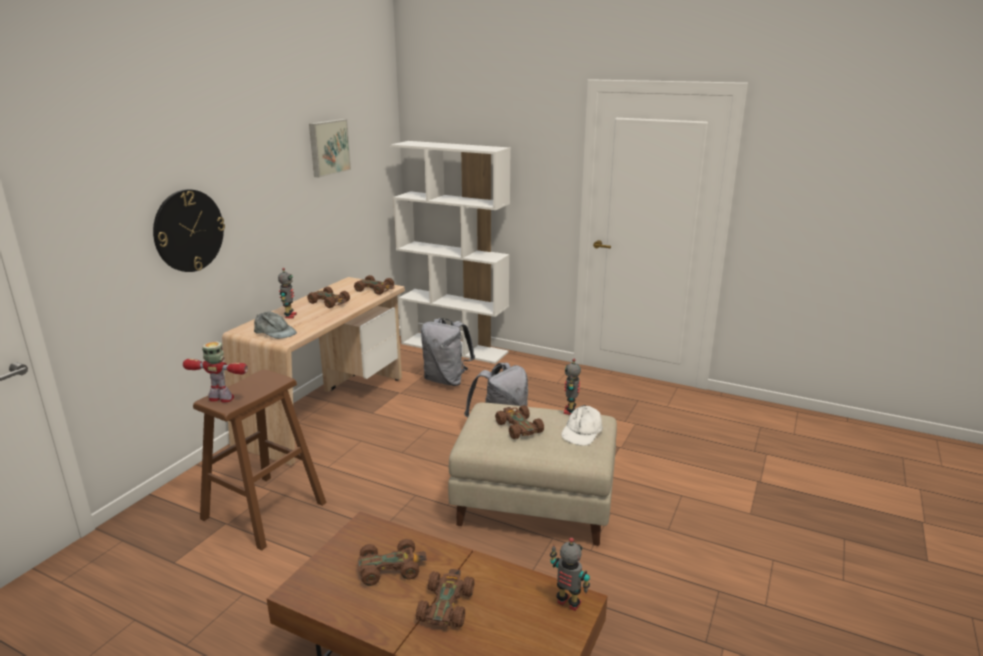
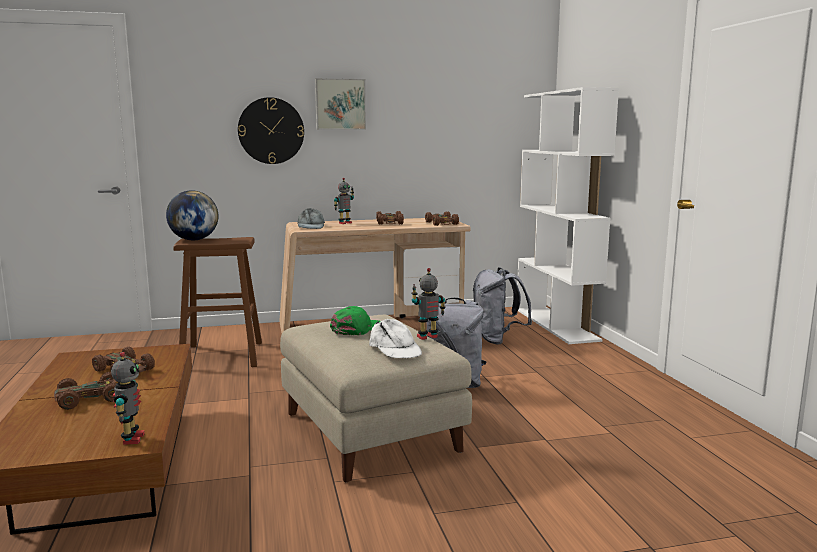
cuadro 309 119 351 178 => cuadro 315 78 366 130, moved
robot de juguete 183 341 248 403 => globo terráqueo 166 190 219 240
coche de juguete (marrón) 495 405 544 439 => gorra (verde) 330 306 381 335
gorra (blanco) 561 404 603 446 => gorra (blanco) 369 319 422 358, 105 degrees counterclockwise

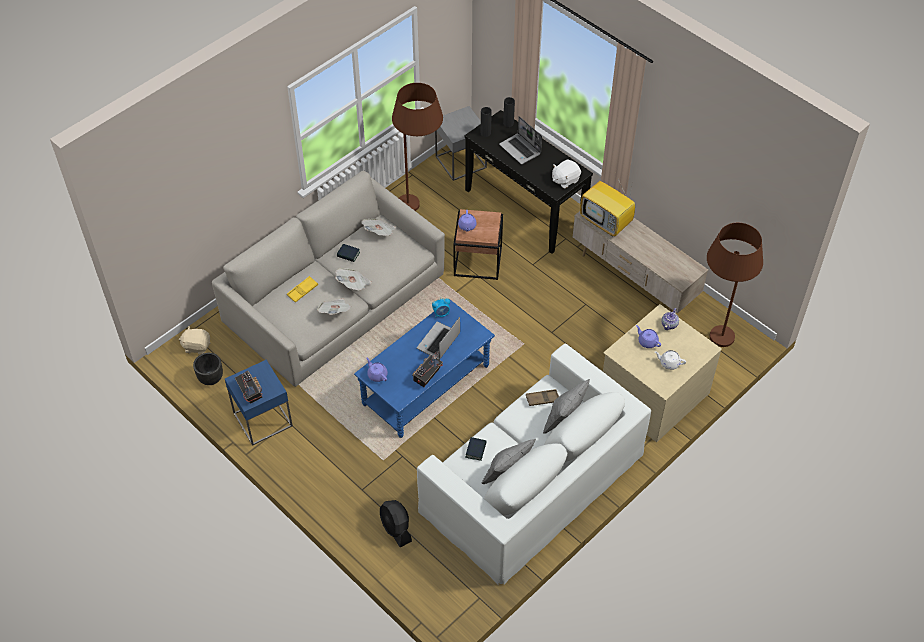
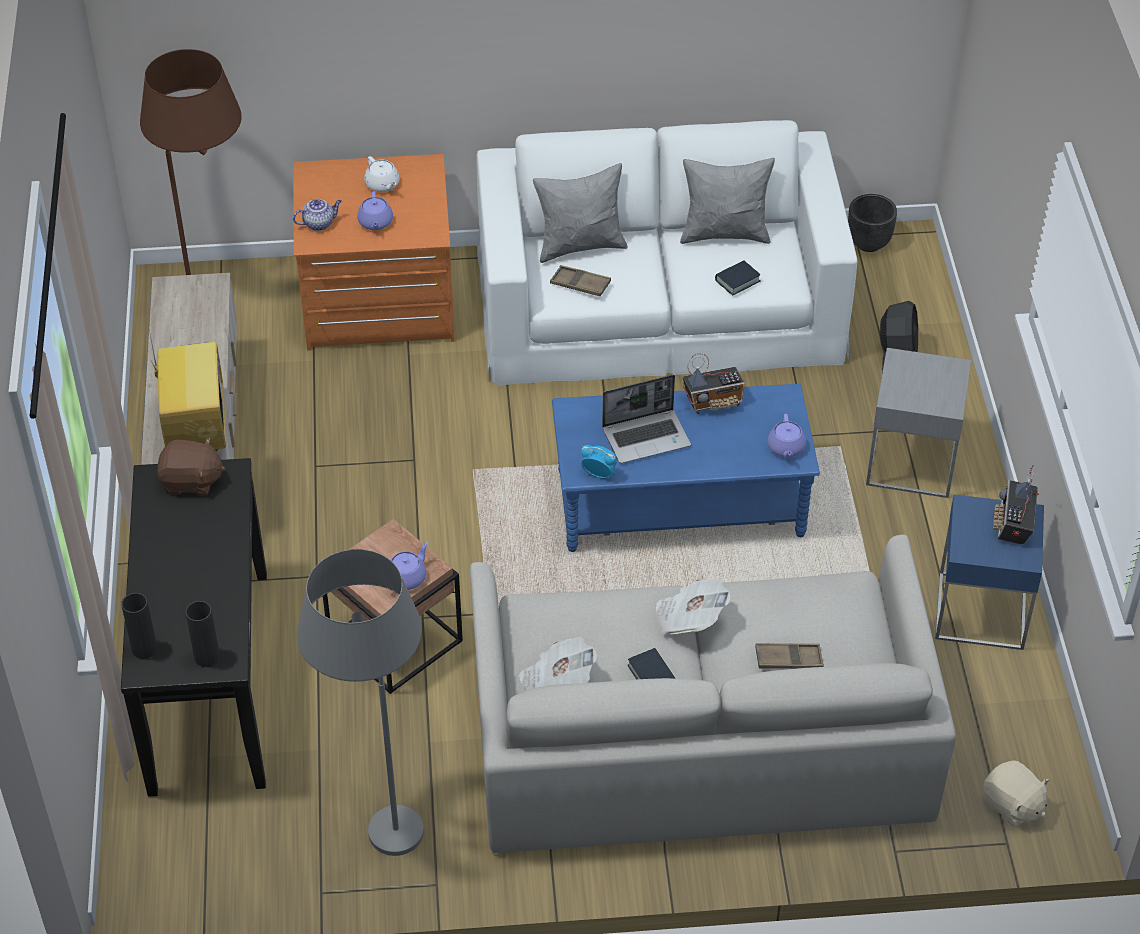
periódico 317 298 352 315 => nothing
portátil 499 116 542 164 => nothing
maceta (negro) 193 353 223 385 => maceta (negro) 848 194 897 252, moved
mesa auxiliar (gris) 435 106 487 181 => mesa auxiliar (gris) 866 348 971 498, moved
bandeja (amarillo) 287 276 318 303 => bandeja (marrón) 755 643 824 669
lámpara de pie (marrón) 392 83 443 211 => lámpara de pie (gris) 297 549 424 856
peluche (blanco) 552 159 581 189 => peluche (marrón) 157 437 226 496
cómoda (beis) 603 304 722 442 => cómoda (naranja) 293 154 455 350

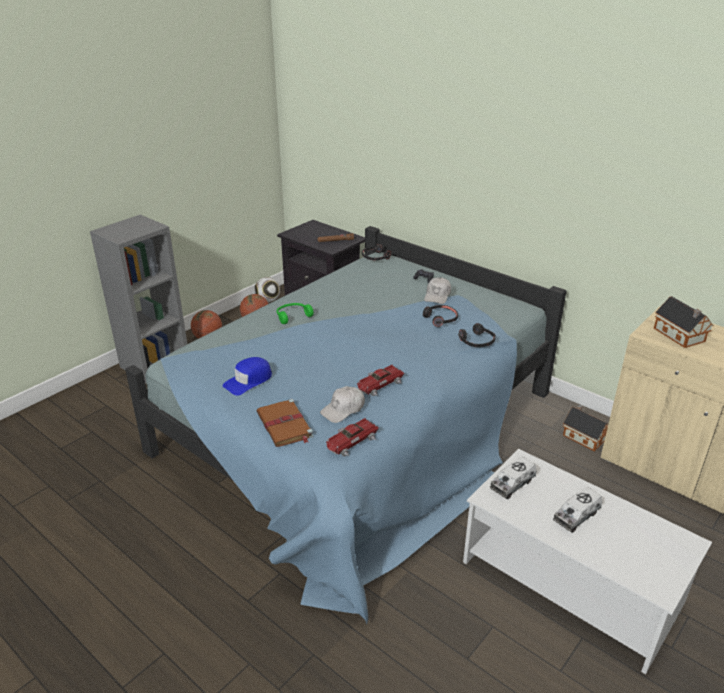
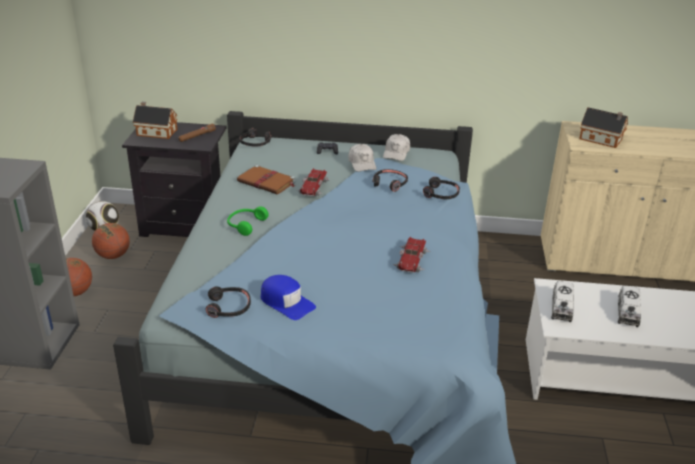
nothing => auriculares (negro) 206 286 251 318
libro (marrón) 257 399 314 447 => libro (marrón) 237 165 295 194, moved
gorra (blanco) 320 386 365 423 => gorra (blanco) 383 134 410 161, moved
coche de juguete 326 418 379 456 => coche de juguete 297 168 330 196, moved
casita 563 405 608 451 => casita 133 102 178 139, moved
gorra (azul) 222 357 272 396 => gorra (azul) 261 275 316 320, 60 degrees counterclockwise

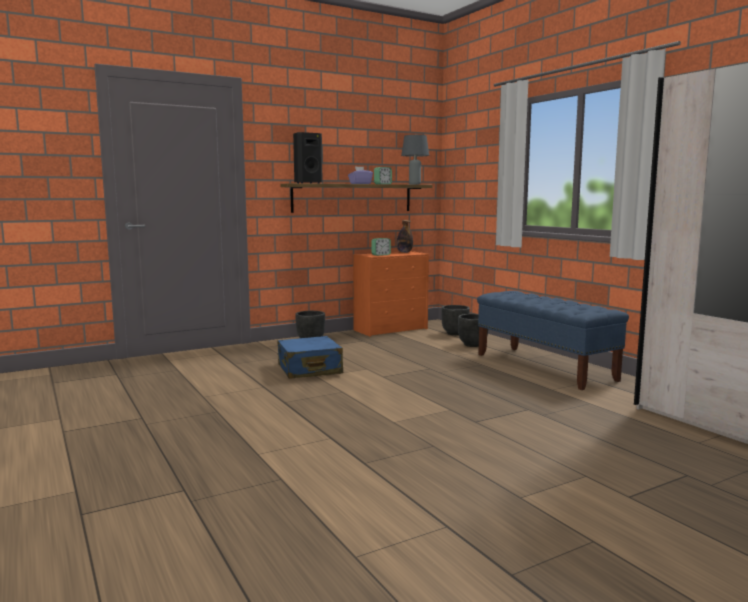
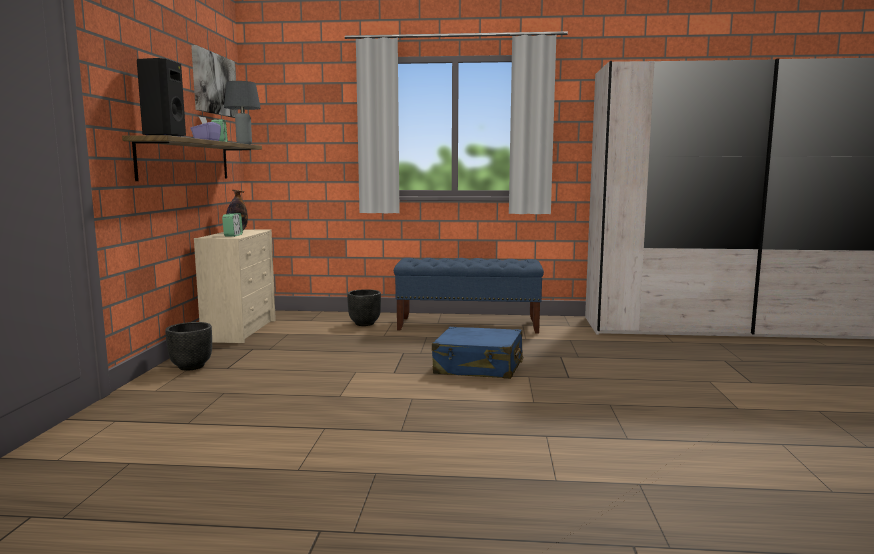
maceta (negro) 441 305 470 335 => nothing
nothing => cuadro 191 45 238 118
maleta (azul) 278 336 343 379 => maleta (azul) 432 327 523 379, moved
cómoda (naranja) 353 251 429 337 => cómoda (beis) 194 229 276 343

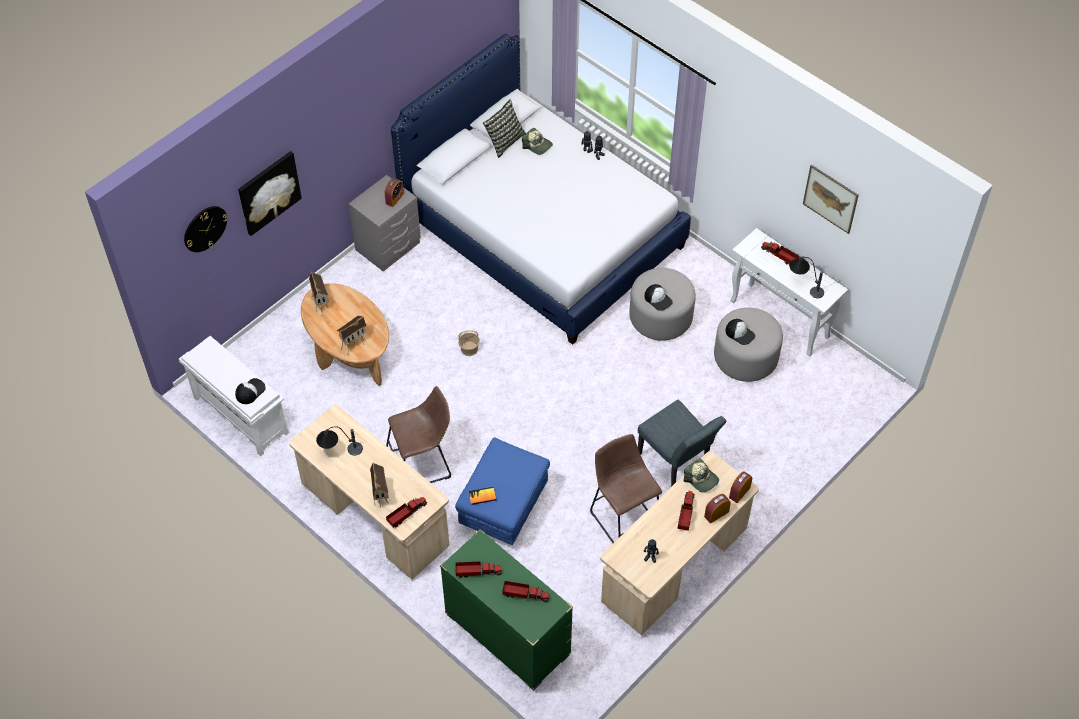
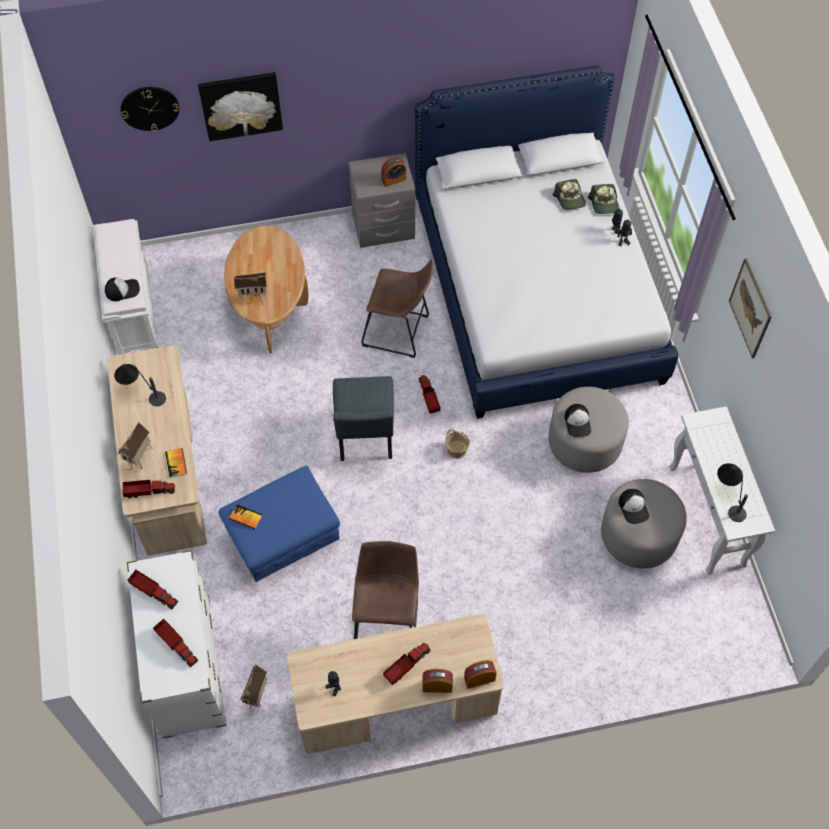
cojín 483 99 526 158 => nothing
nothing => libro 165 448 187 478
casita 309 271 329 312 => casita 240 664 267 709, moved
taburete (marrón) 386 386 451 483 => taburete (marrón) 361 259 433 358, moved
cesta 458 330 480 356 => cesta 445 429 470 459, moved
silla (gris) 638 400 726 487 => silla (gris) 333 376 394 461, moved
gorra 683 458 719 493 => gorra 588 184 619 214, moved
camión de juguete 762 241 800 265 => camión de juguete 419 375 441 414, moved
cuadro 803 165 859 234 => cuadro 729 258 772 358, moved
cómoda (verde) 440 529 573 691 => cómoda (blanco) 127 550 227 738

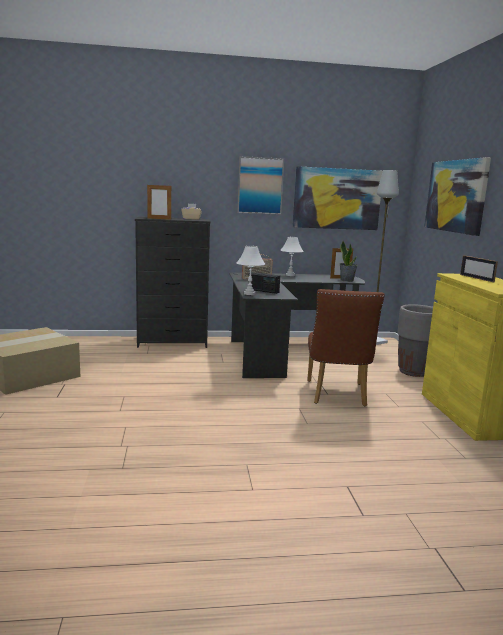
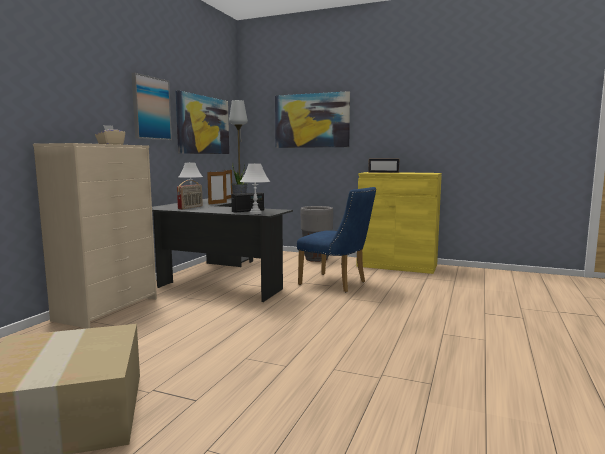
portarretratos 147 185 171 220 => portarretratos 207 172 227 205, moved
cómoda (negro) 135 217 211 348 => cómoda (beis) 33 143 157 328
silla (marrón) 307 289 385 406 => silla (azul) 297 187 376 293

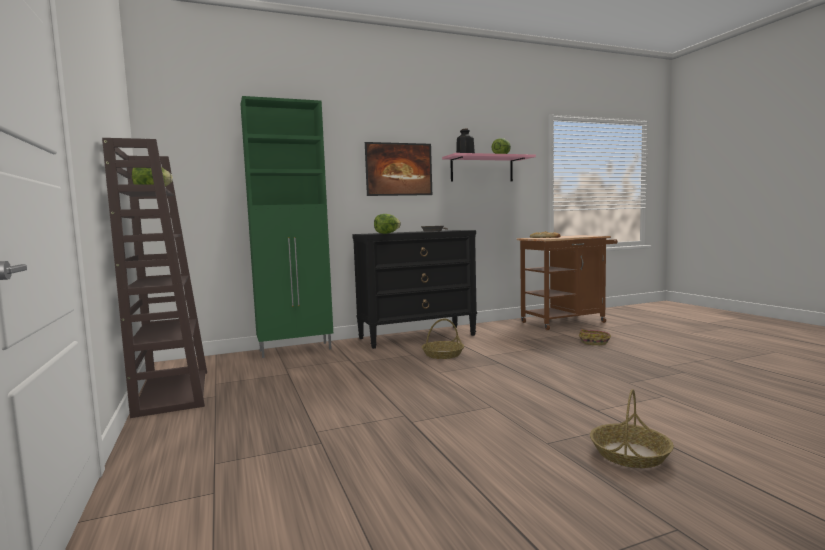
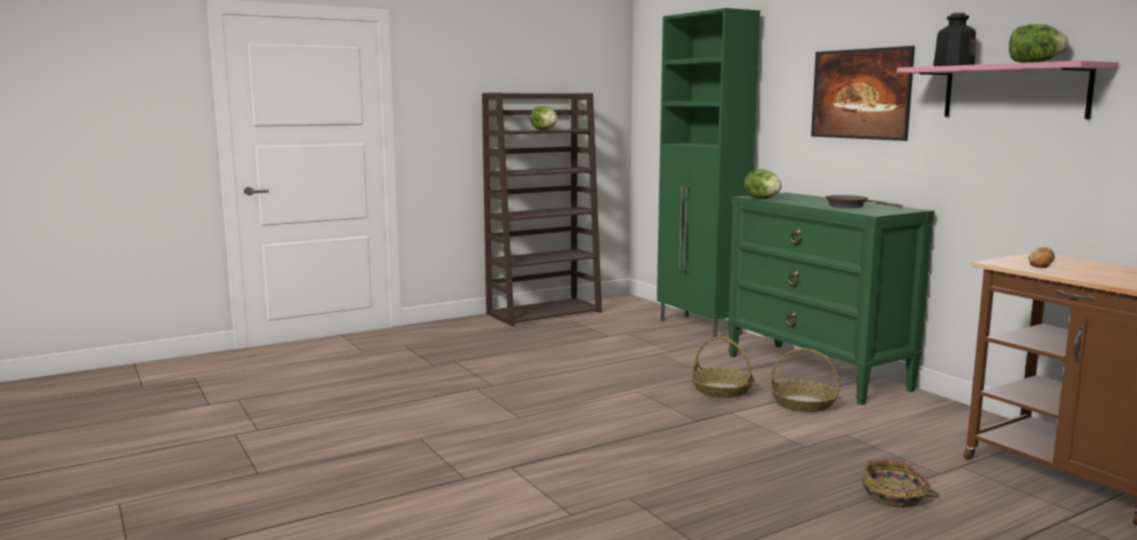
cesta 590 389 674 468 => cesta 770 348 840 412, moved
cómoda (negro) 352 230 477 349 => cómoda (verde) 727 192 935 405

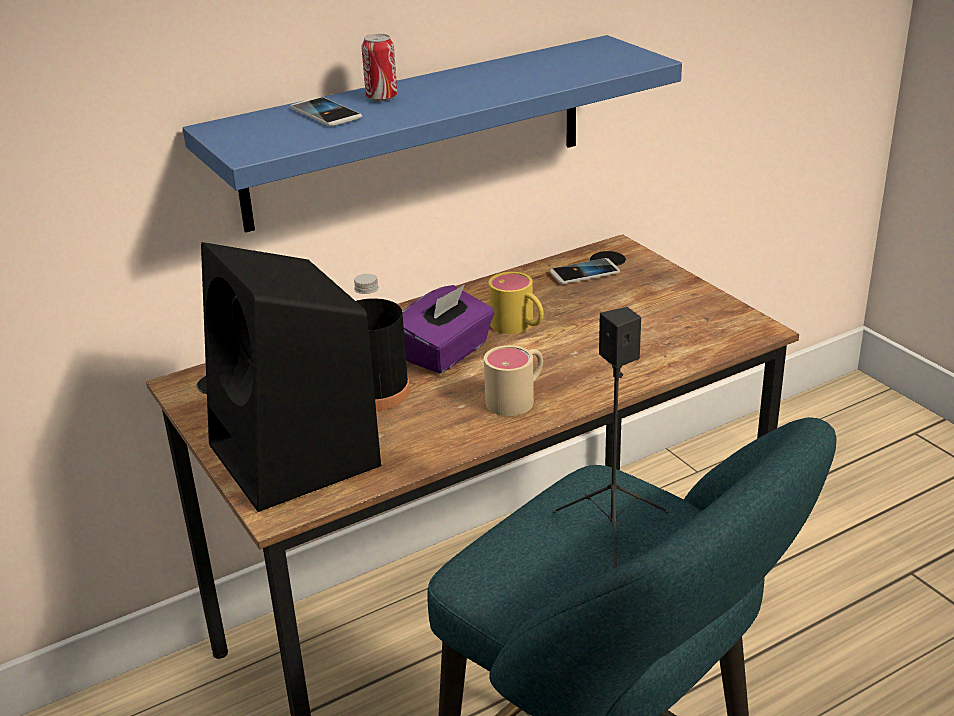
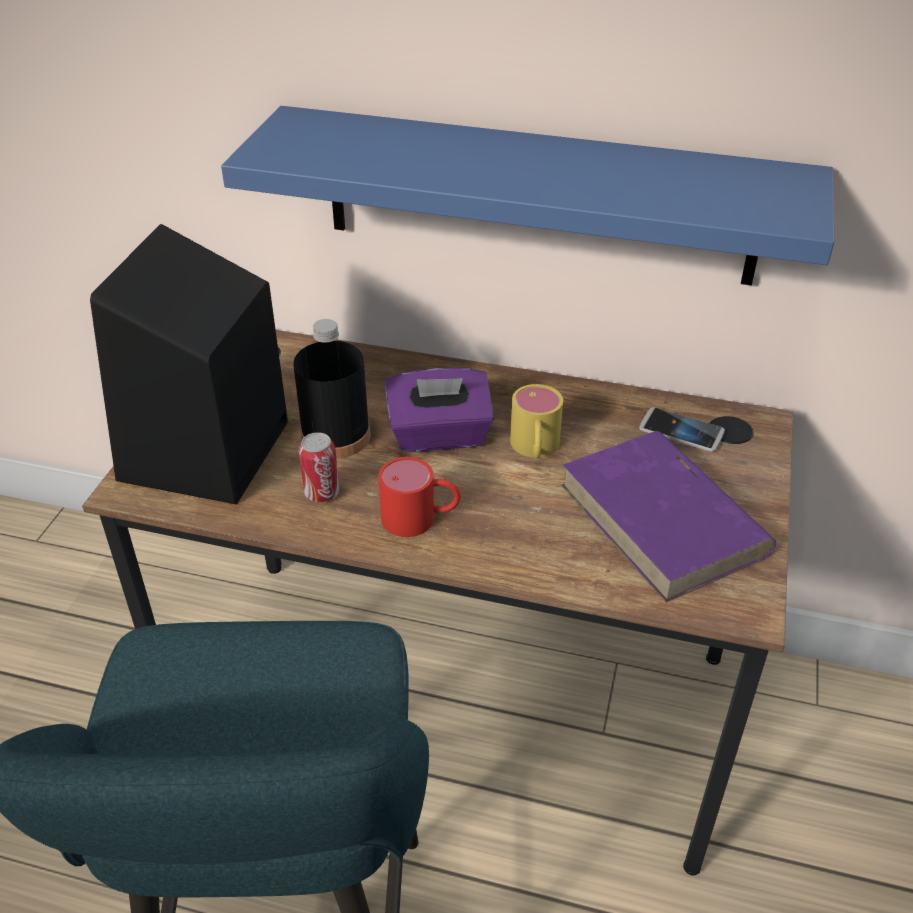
móvil 291 97 362 126 => nothing
altavoz (negro) 552 307 669 568 => nothing
nothing => libro (morado) 561 431 776 603
lata 361 34 397 101 => lata 299 432 339 502, moved
taza grande (beis) 484 345 543 416 => taza grande (rojo) 378 457 461 537

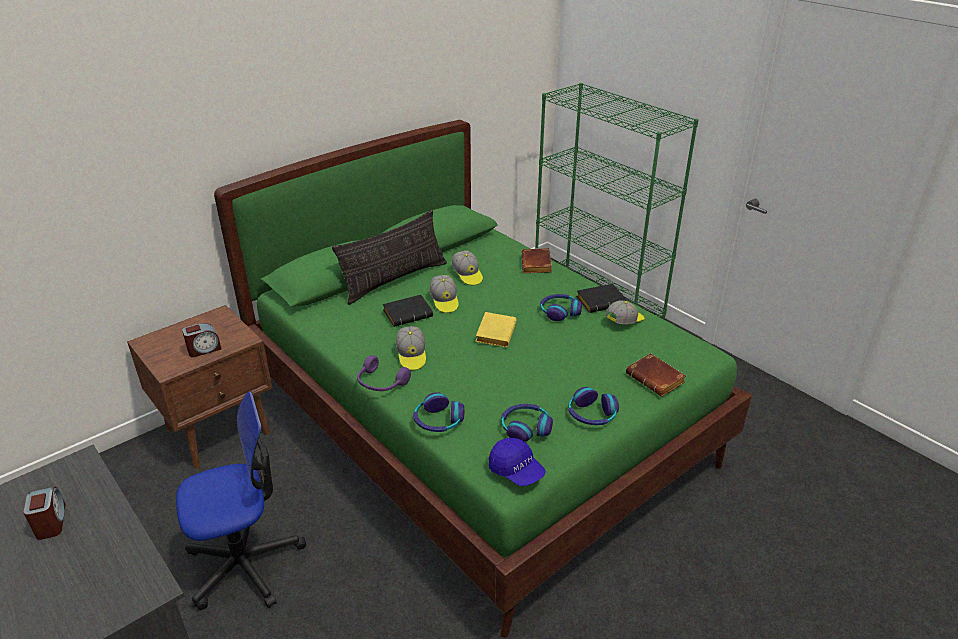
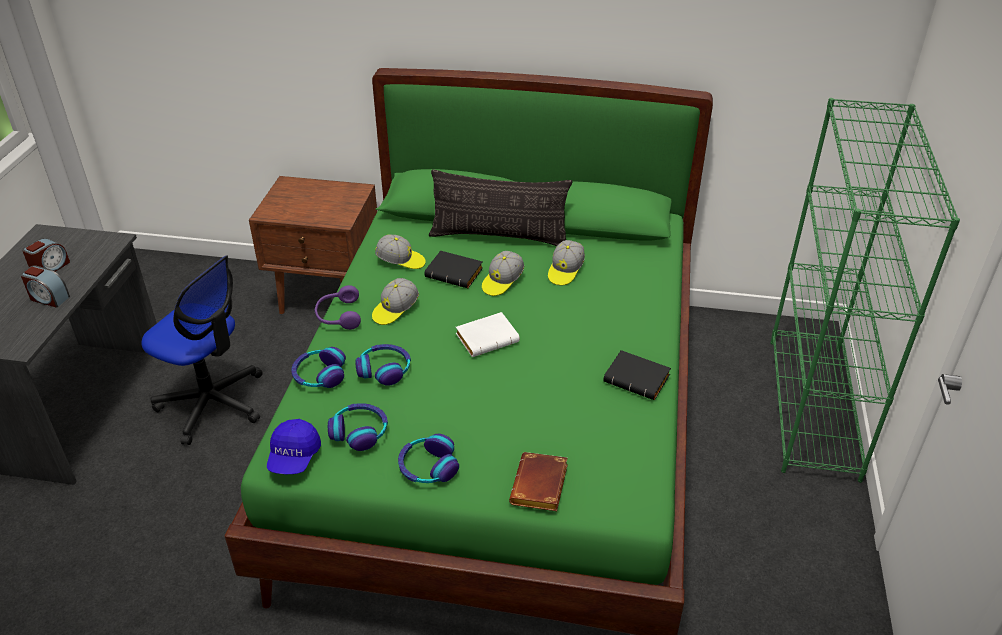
libro (marrón) 521 248 552 273 => nothing
despertador 182 323 221 357 => despertador 21 265 70 308, moved
auriculares 540 294 582 321 => auriculares 355 344 411 386, moved
gorra 605 300 644 325 => gorra 375 235 426 269, moved
libro (amarillo) 475 312 517 347 => libro (blanco) 456 312 520 357

